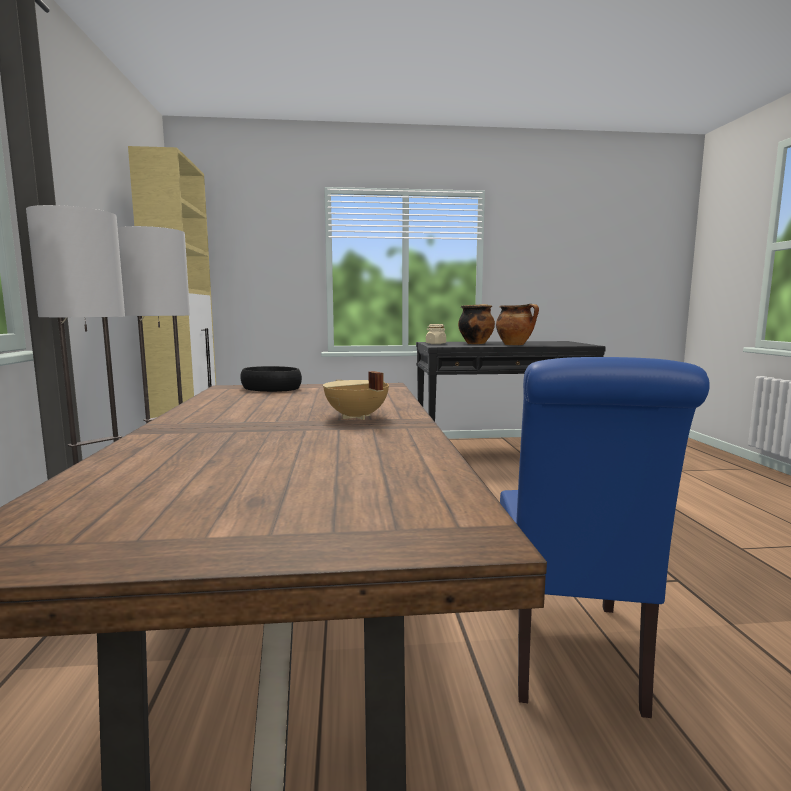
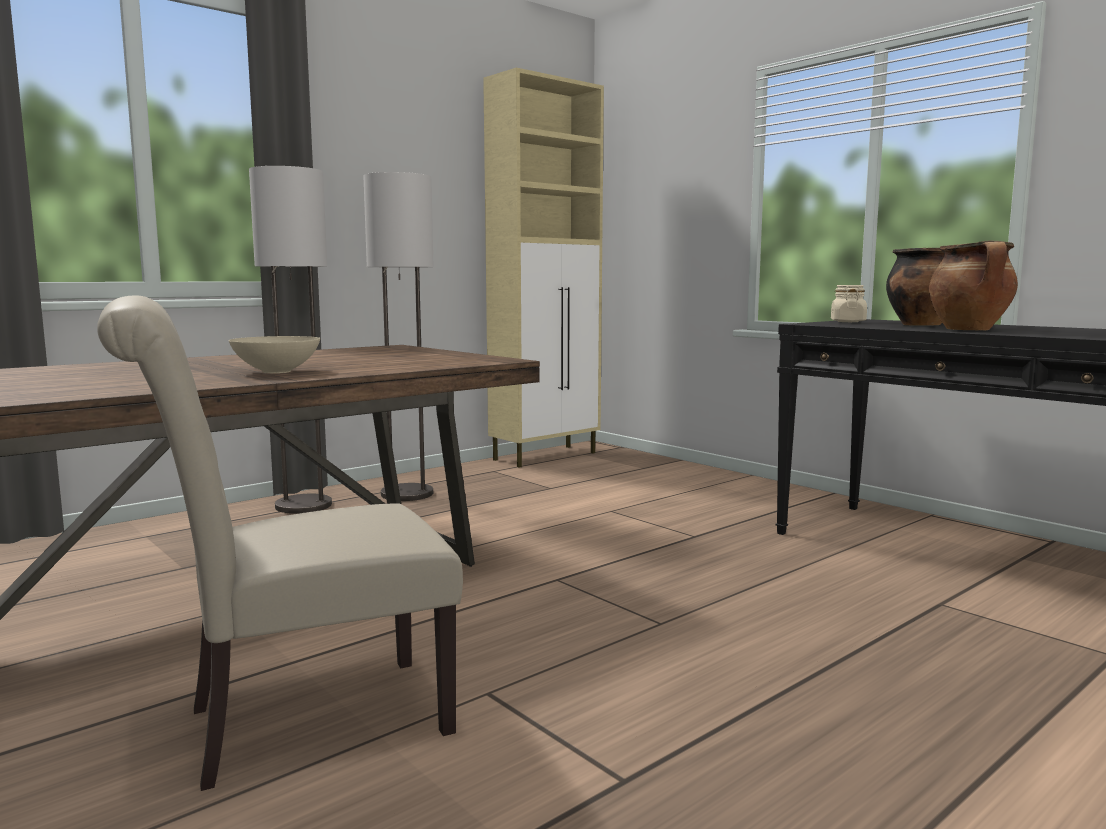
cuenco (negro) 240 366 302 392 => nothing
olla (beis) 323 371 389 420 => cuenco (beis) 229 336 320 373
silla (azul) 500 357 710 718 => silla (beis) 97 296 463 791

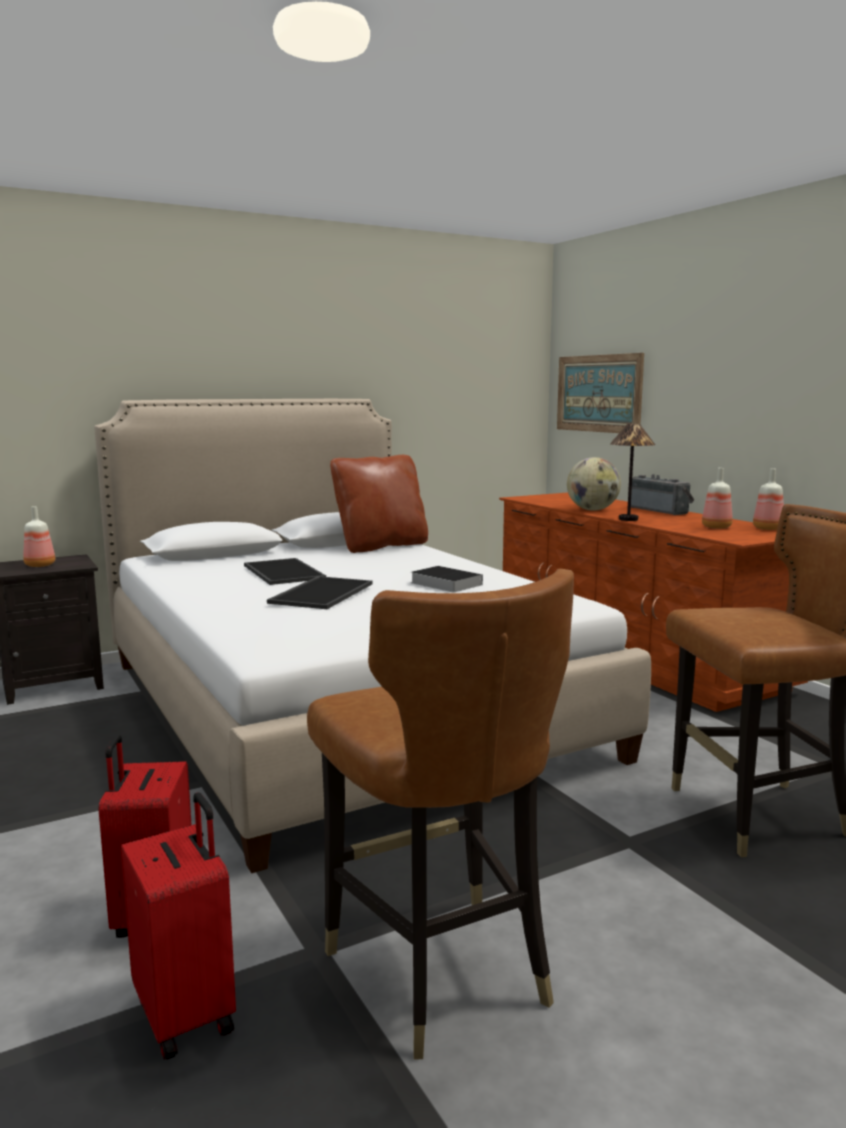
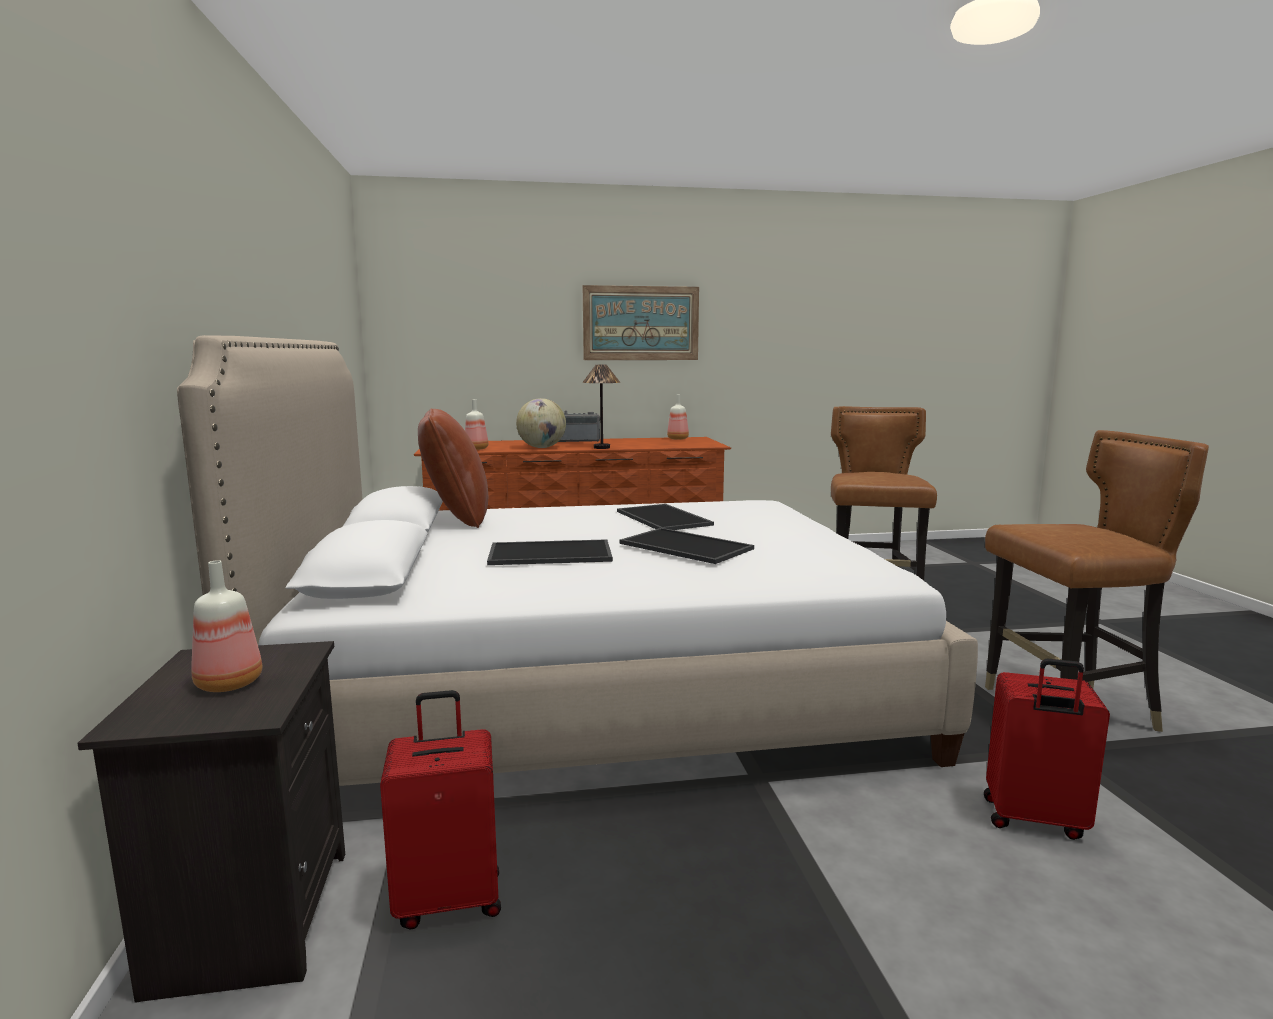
maleta (rojo) 121 792 236 1060 => maleta (rojo) 380 690 501 930, moved
cuadro 557 353 644 433 => cuadro 583 285 699 360, moved
botella 702 468 733 529 => botella 465 400 489 450, moved
libro 411 566 483 592 => bandeja 617 504 714 530

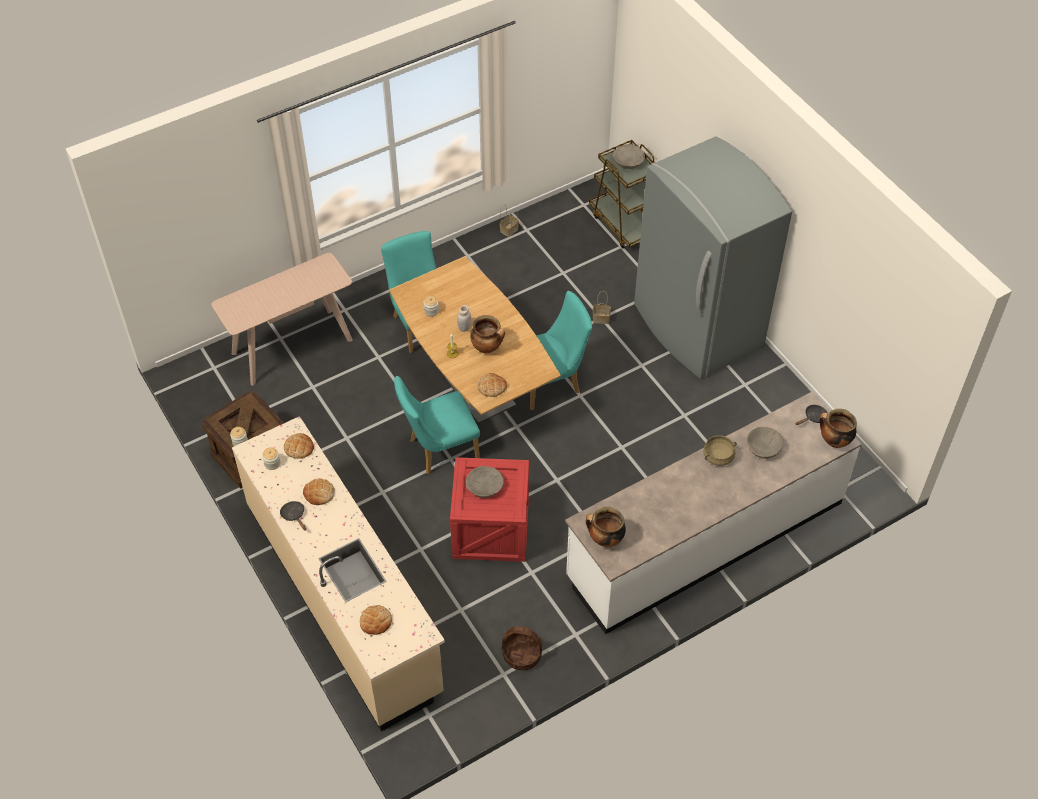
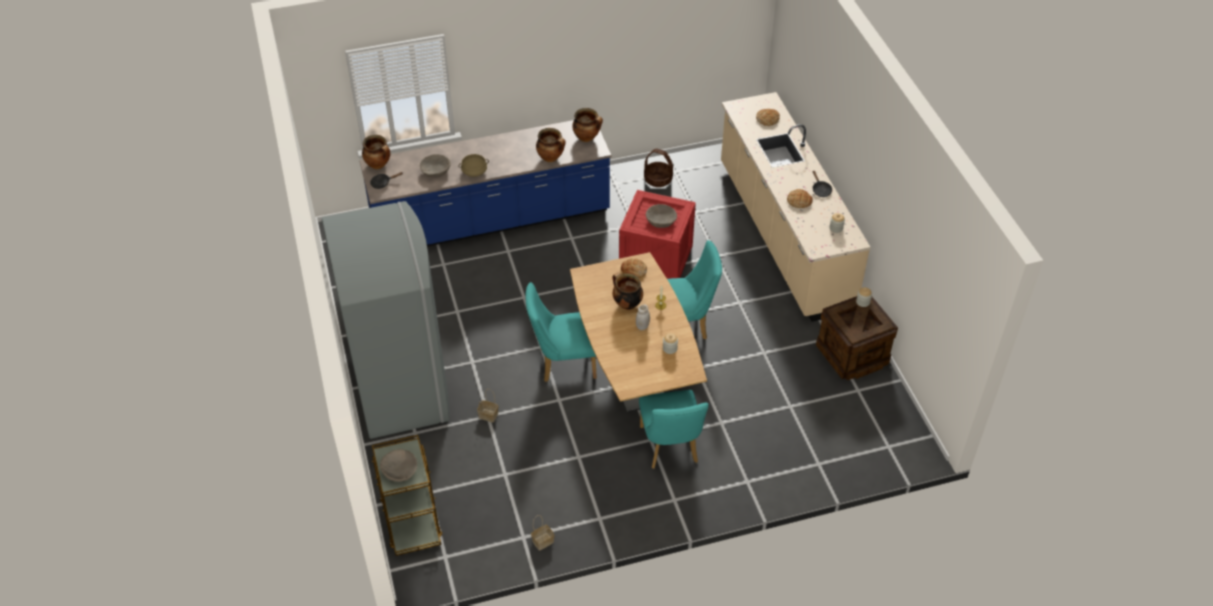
mesa consola (beis) 211 253 353 386 => nothing
pan 284 433 314 459 => nothing
nothing => olla 536 128 566 162
mueble bajo de cocina (blanco) 565 391 862 634 => mueble bajo de cocina (azul) 359 120 612 246

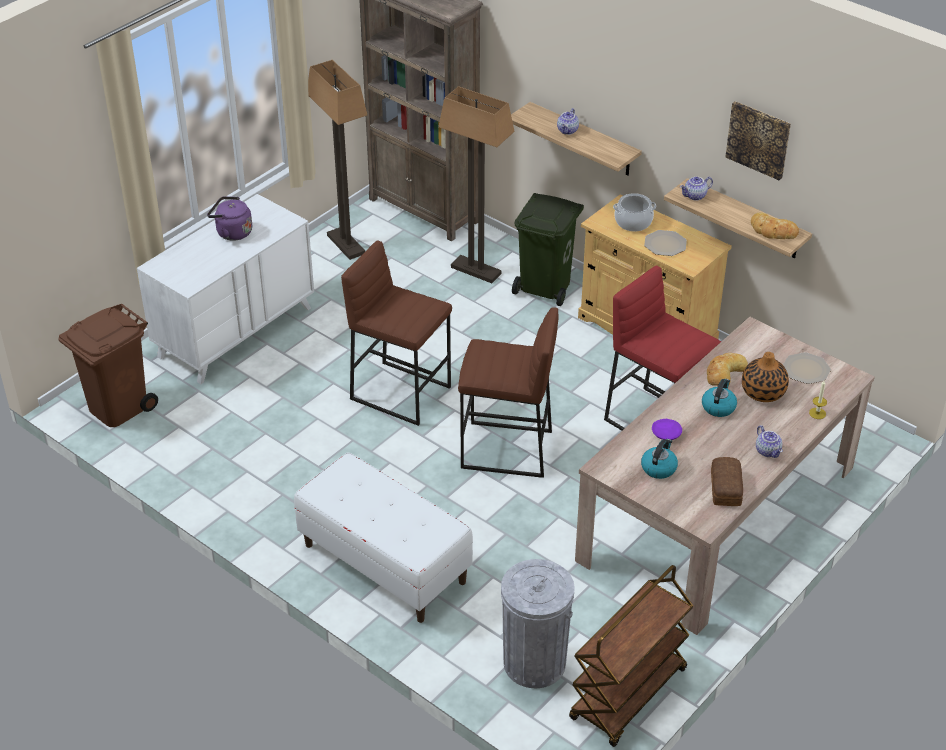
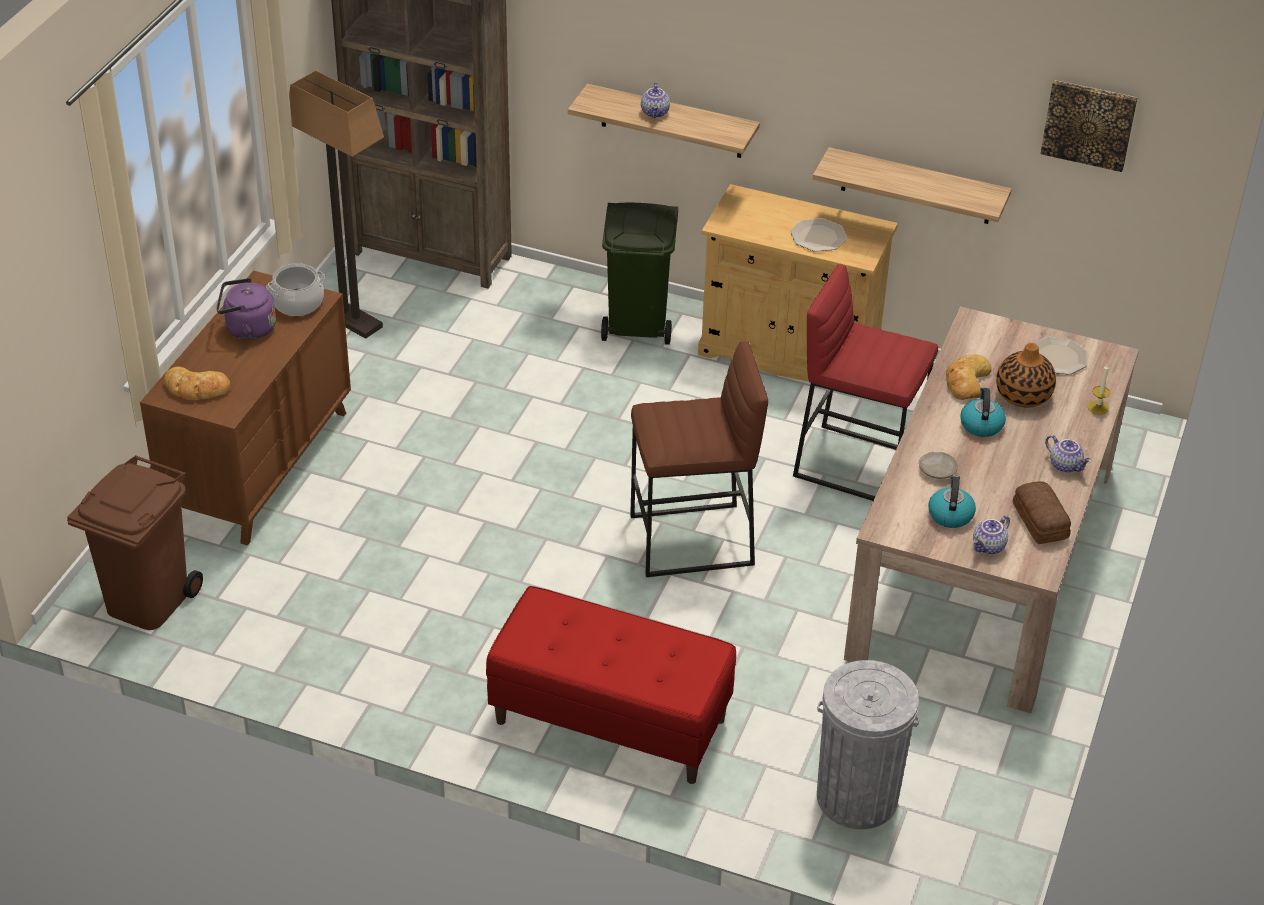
taburete (marrón) 341 240 452 426 => nothing
lámpara de pie 438 86 515 283 => nothing
carrito (marrón) 569 565 693 747 => nothing
olla 613 193 657 231 => olla 266 263 325 316, moved
tetera 680 177 713 201 => tetera 973 515 1010 554, moved
cuadro 725 101 791 180 => cuadro 1041 80 1138 172, moved
pan 751 213 799 239 => pan 164 367 230 401, moved
cómoda (blanco) 137 194 314 384 => cómoda (marrón) 140 270 351 546
banco (blanco) 294 452 473 623 => banco (rojo) 486 586 736 784
plato (morado) 652 419 682 440 => plato (beis) 919 452 958 479

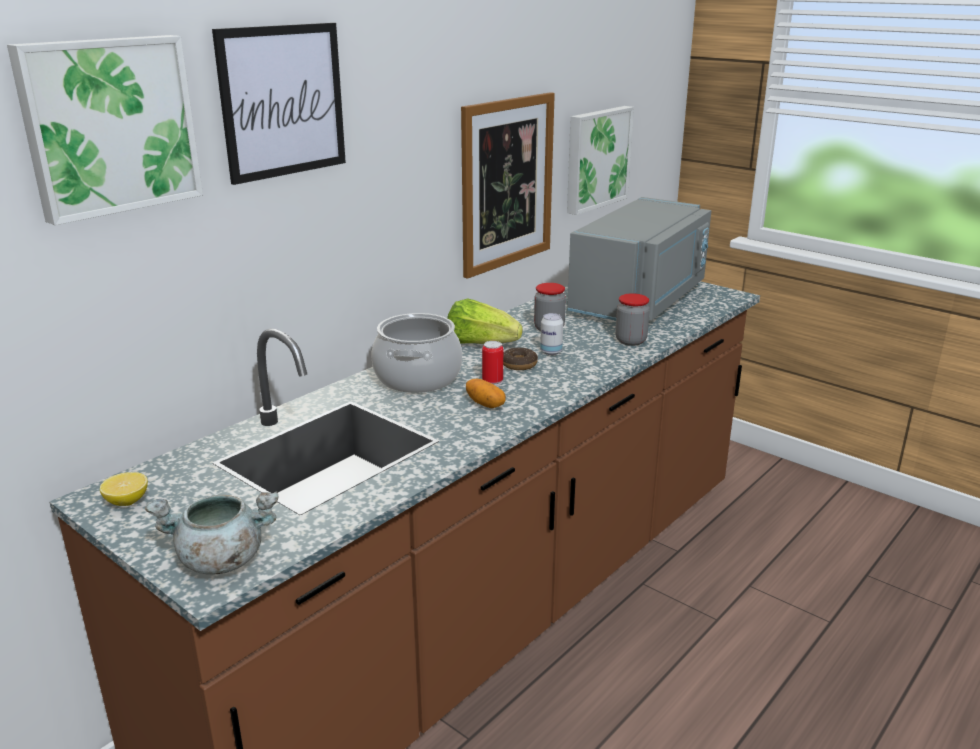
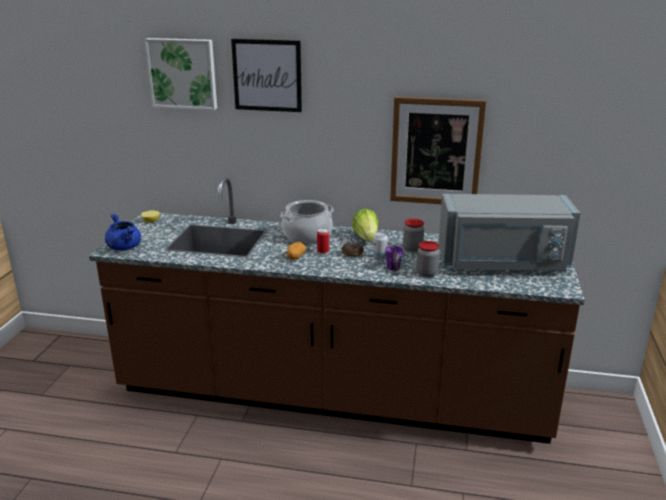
cuadro 567 106 634 215 => nothing
nothing => taza grande (morado) 385 245 403 270
olla (gris) 145 491 278 575 => olla (azul) 105 214 141 251

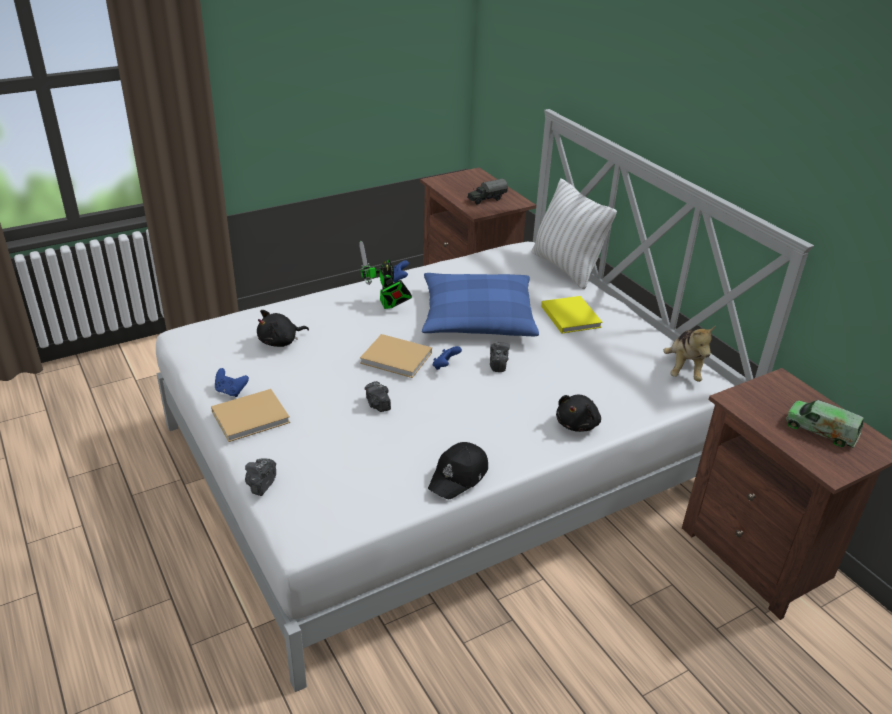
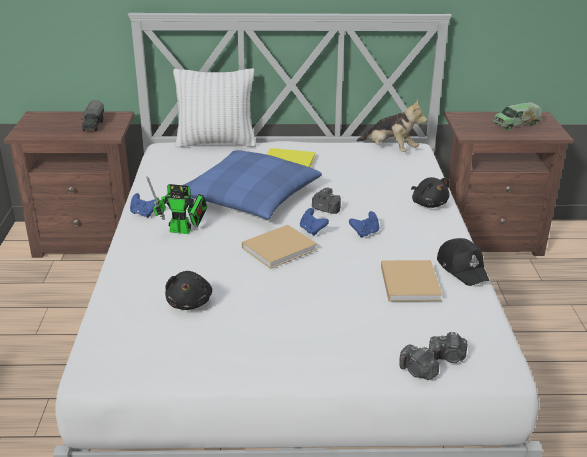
libro (beis) 211 389 290 442 => libro (beis) 381 260 442 302, moved
mando de consola (azul) 215 368 249 397 => mando de consola (azul) 349 211 380 238, moved
cámara 365 381 391 412 => cámara 429 332 467 363, moved

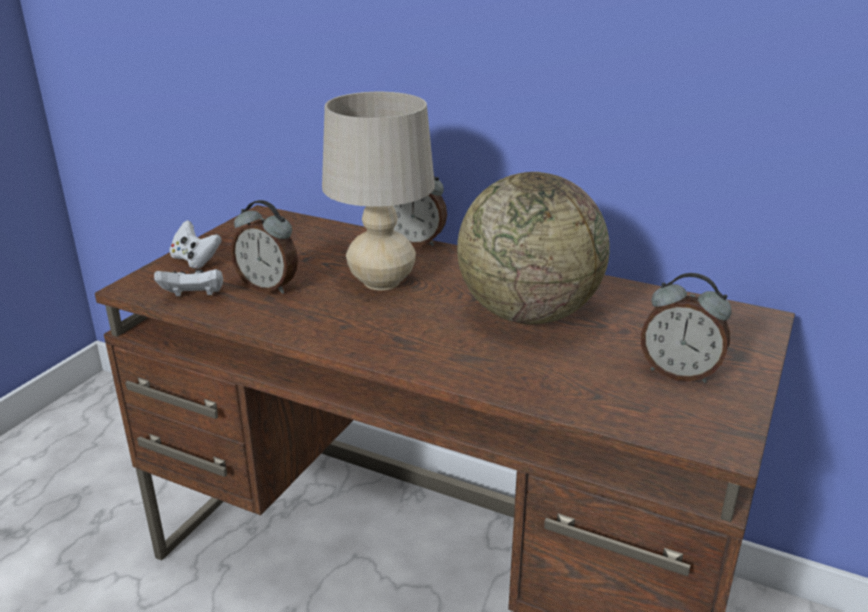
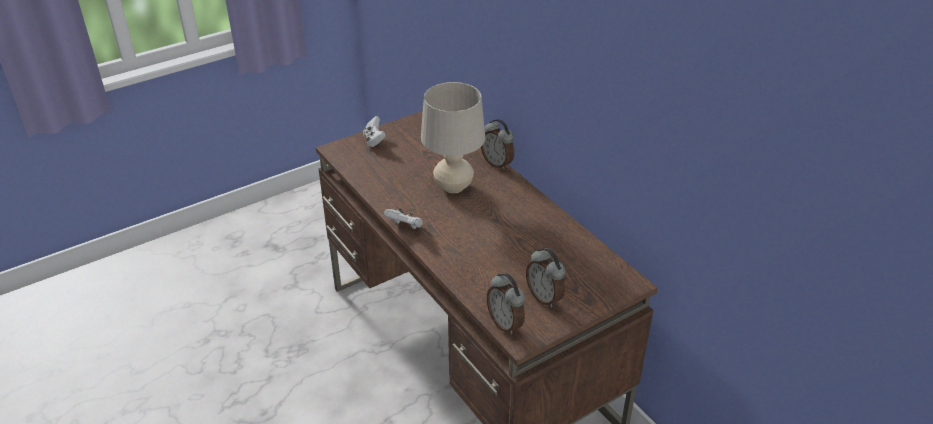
globo terráqueo 457 172 610 324 => nothing
mando de consola (blanco) 154 269 223 296 => mando de consola (blanco) 384 208 423 229, moved
despertador 231 200 298 294 => despertador 487 273 525 335, moved

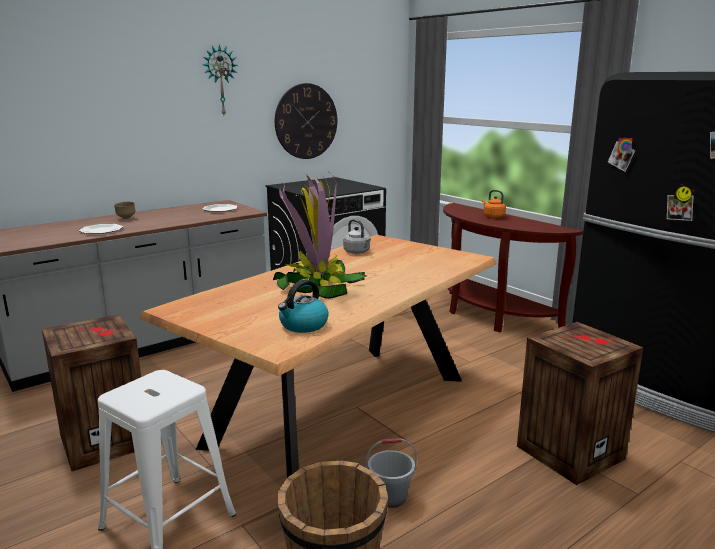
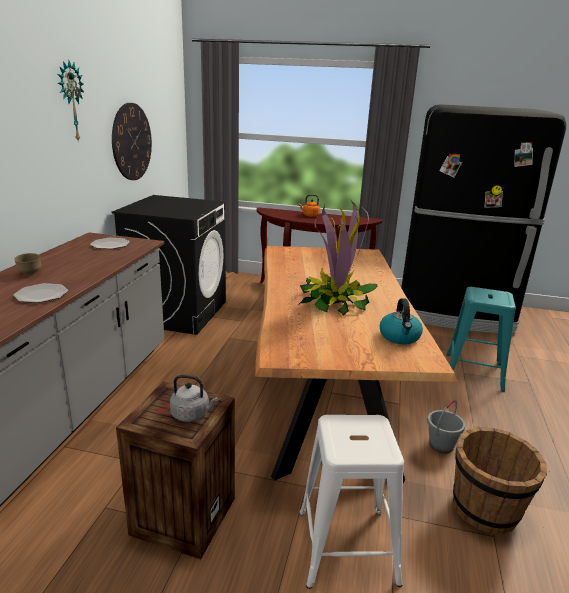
hervidor (gris) 343 219 371 254 => hervidor (gris) 170 375 218 422, moved
caja de embalaje 517 322 644 485 => taburete (turquesa) 446 287 516 392

